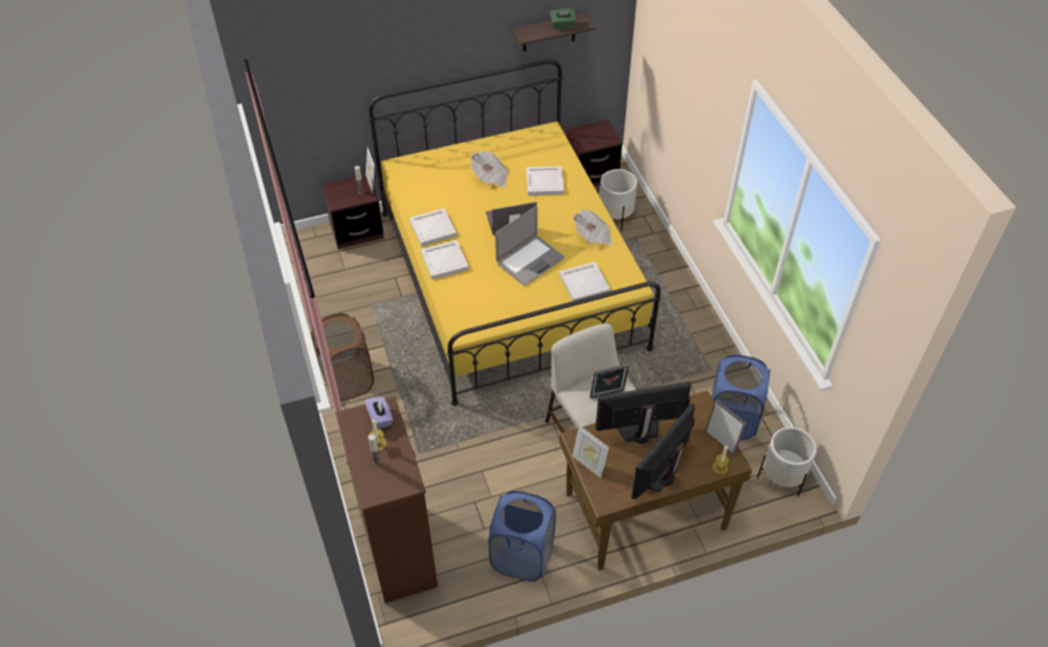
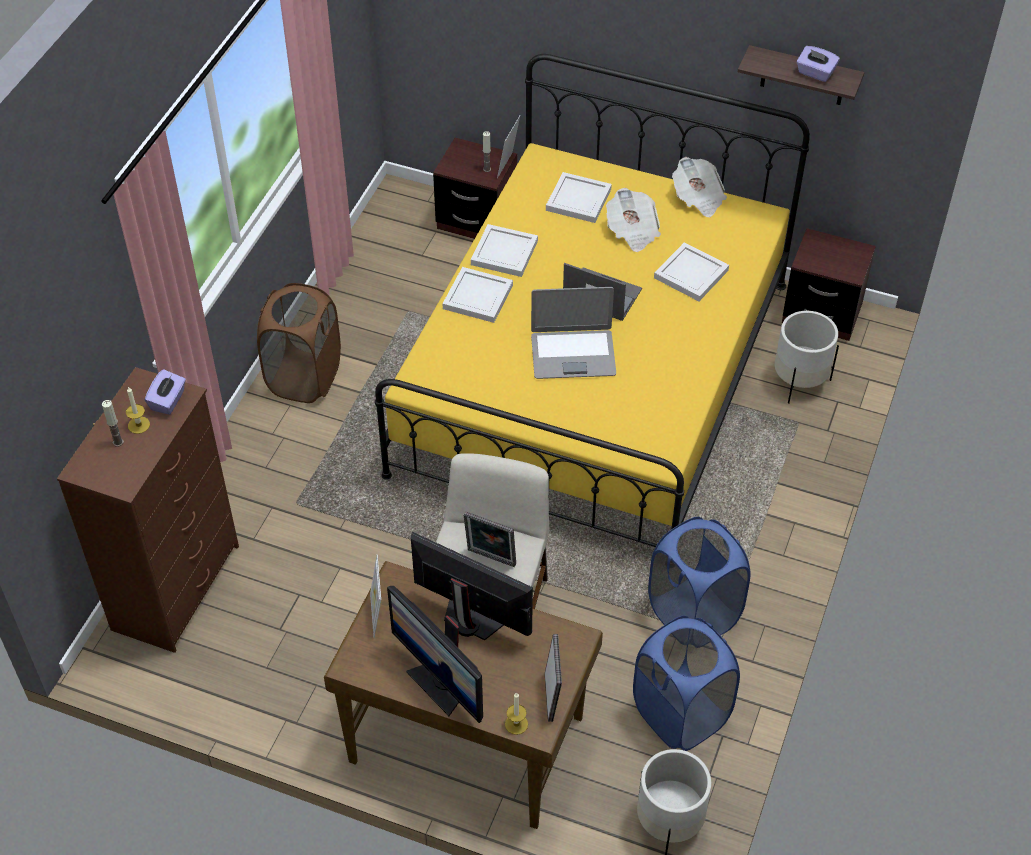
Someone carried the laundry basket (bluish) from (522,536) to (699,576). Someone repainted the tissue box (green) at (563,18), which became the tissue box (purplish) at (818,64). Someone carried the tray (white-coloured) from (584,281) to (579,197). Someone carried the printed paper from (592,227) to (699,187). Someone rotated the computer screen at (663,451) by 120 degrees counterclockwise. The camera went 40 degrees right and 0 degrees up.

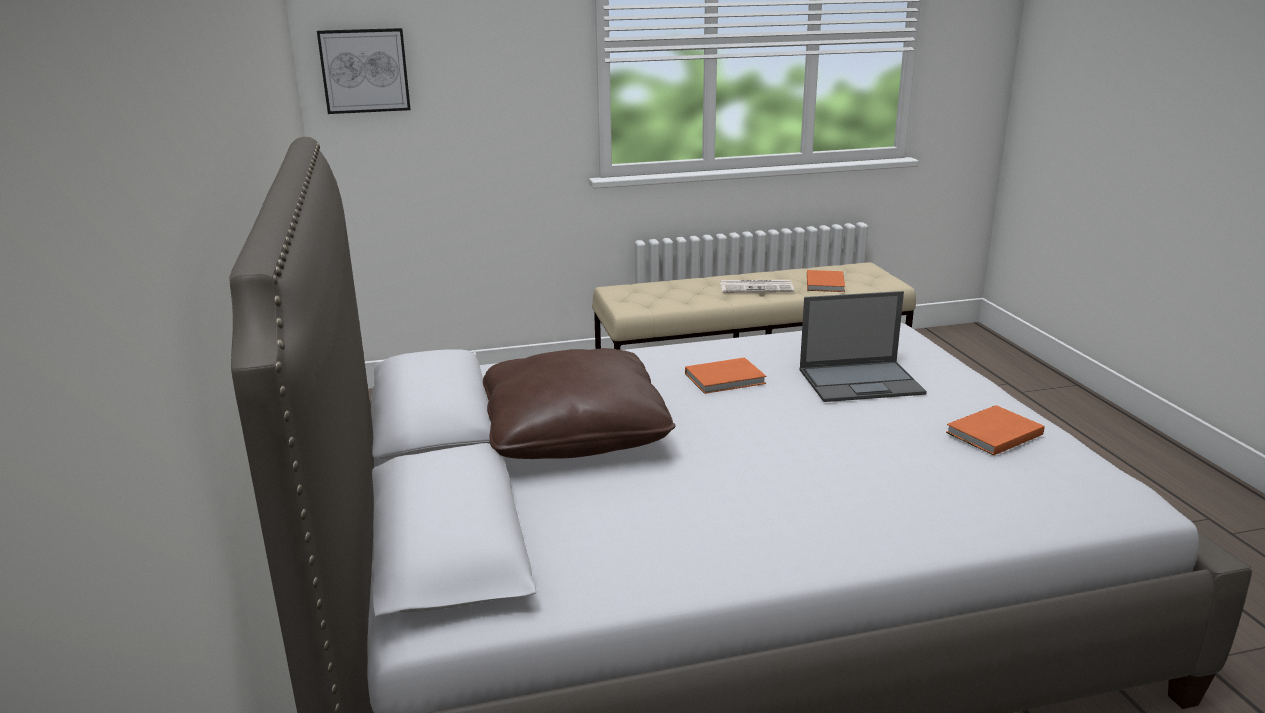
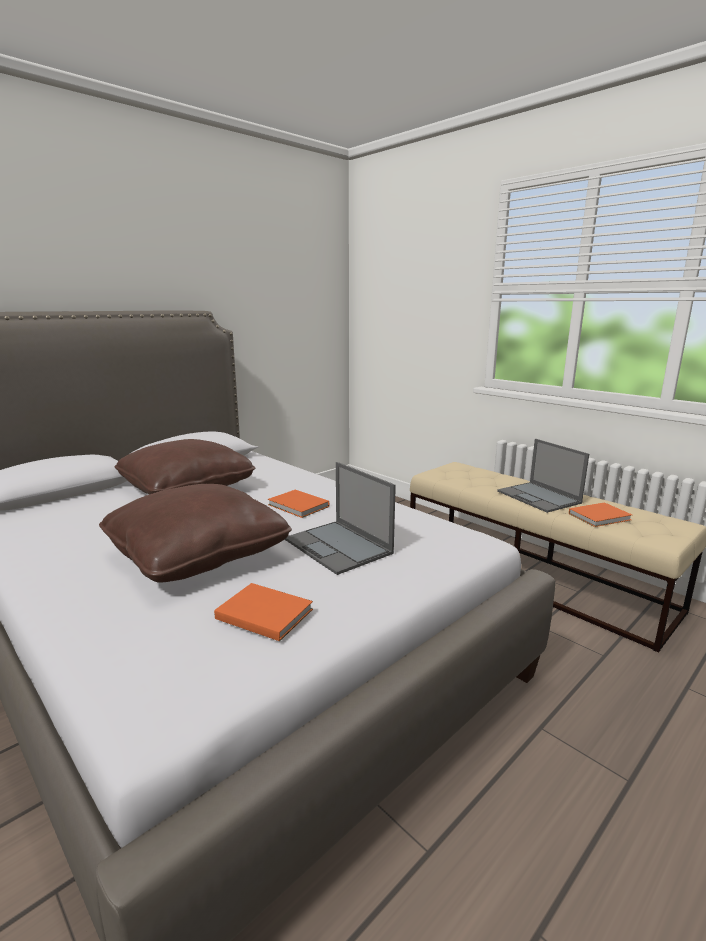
Someone took away the wall picture at (364,71). Someone swapped the printed paper at (757,286) for the laptop at (543,476). Someone put down the throw pillow (brownish) at (195,533). The camera went 60 degrees right and 5 degrees down.

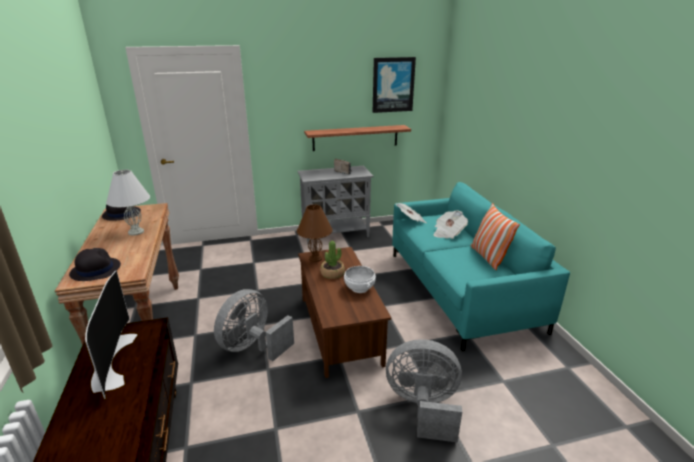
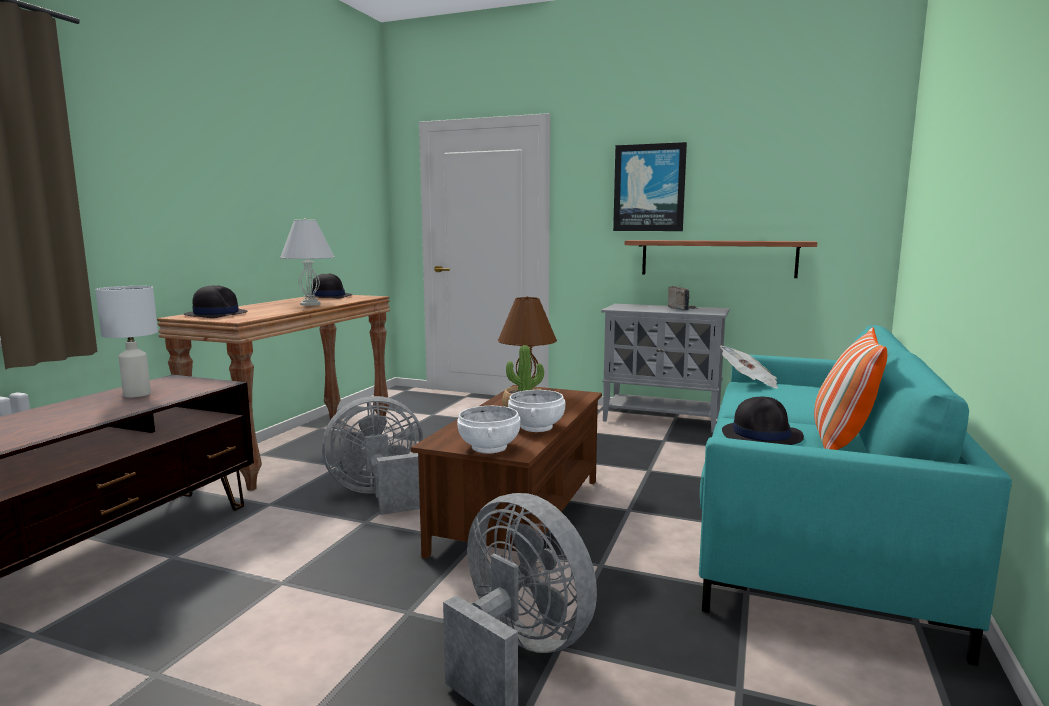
Someone swapped the TV at (111,334) for the lamp for a table (white-coloured) at (126,342). Someone carried the wall picture from (394,85) to (650,186). Someone took away the printed paper at (451,224). Someone put down the deep dish (white-coloured) at (489,430). Someone put down the clothing hat (black-coloured) at (763,421). The camera went 35 degrees right and 15 degrees down.

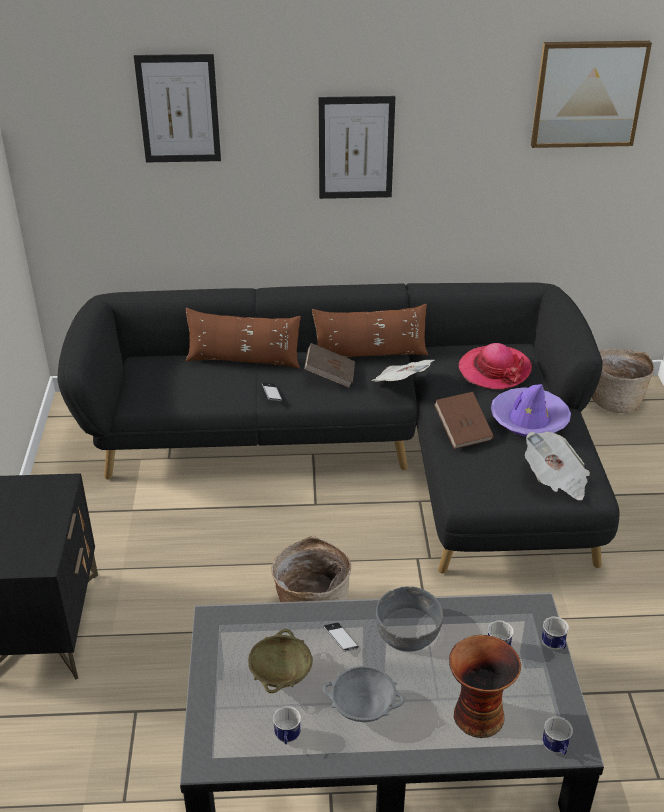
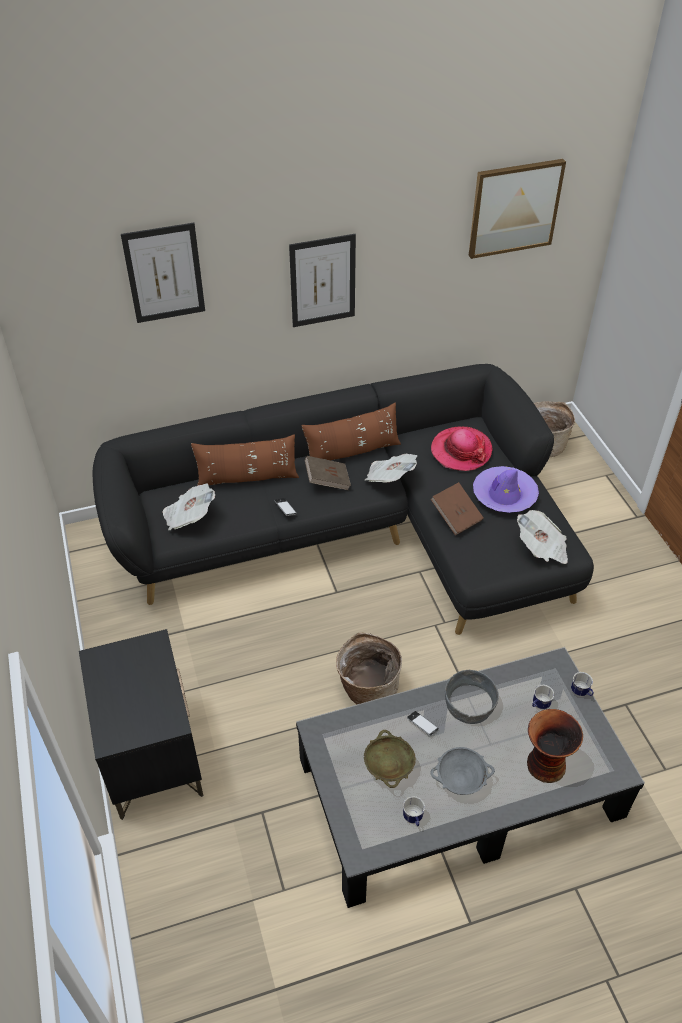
Someone took away the coffee mug at (557,735). Someone put down the printed paper at (188,506). The camera went 15 degrees left and 10 degrees up.

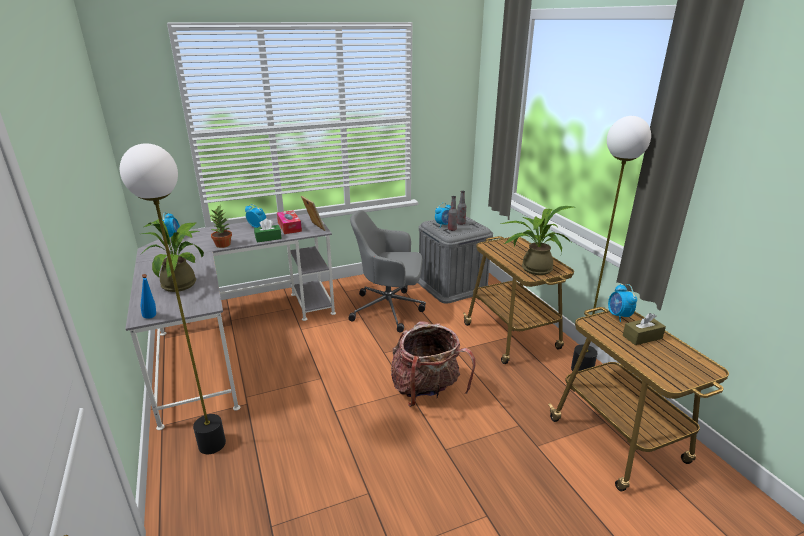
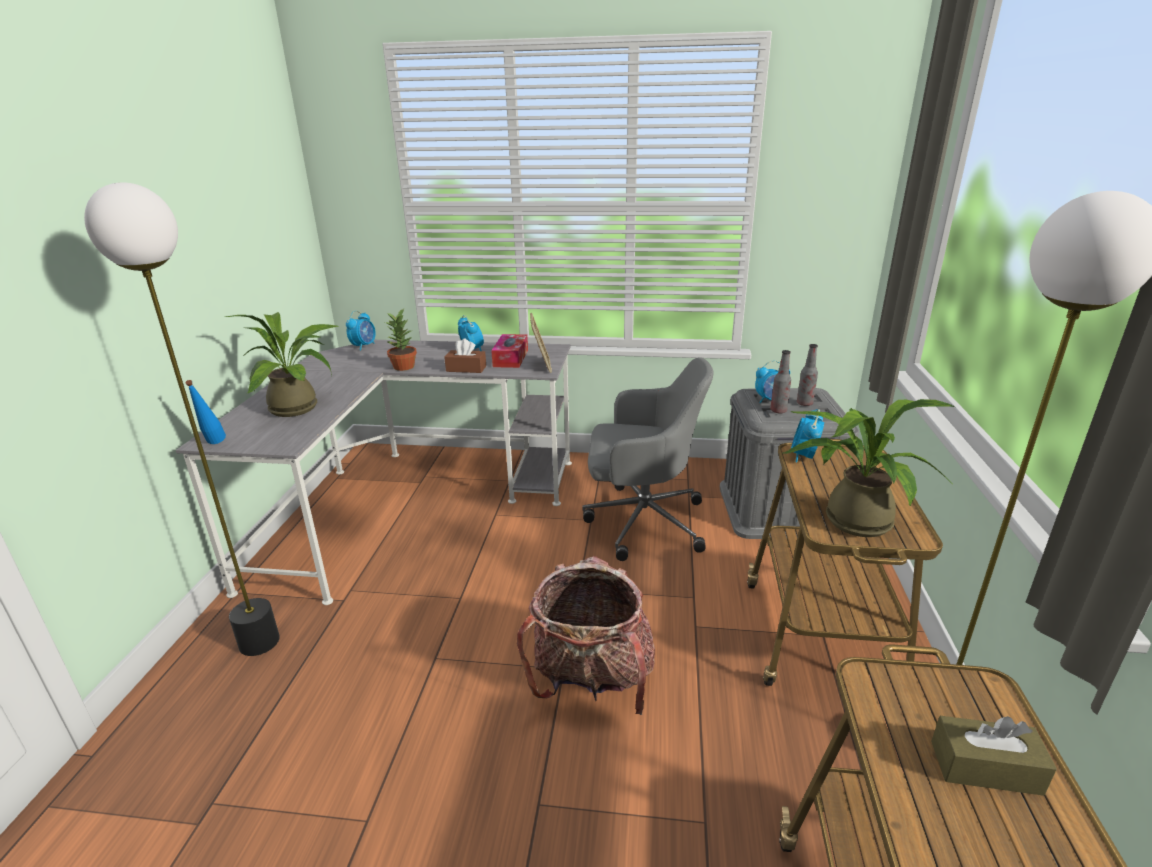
Someone repainted the tissue box (green) at (268,230), which became the tissue box (brownish) at (465,356). Someone rotated the desk chair (greyish) at (387,271) by 150 degrees clockwise. Someone carried the alarm clock from (622,303) to (807,435). The camera went 30 degrees right and 0 degrees up.

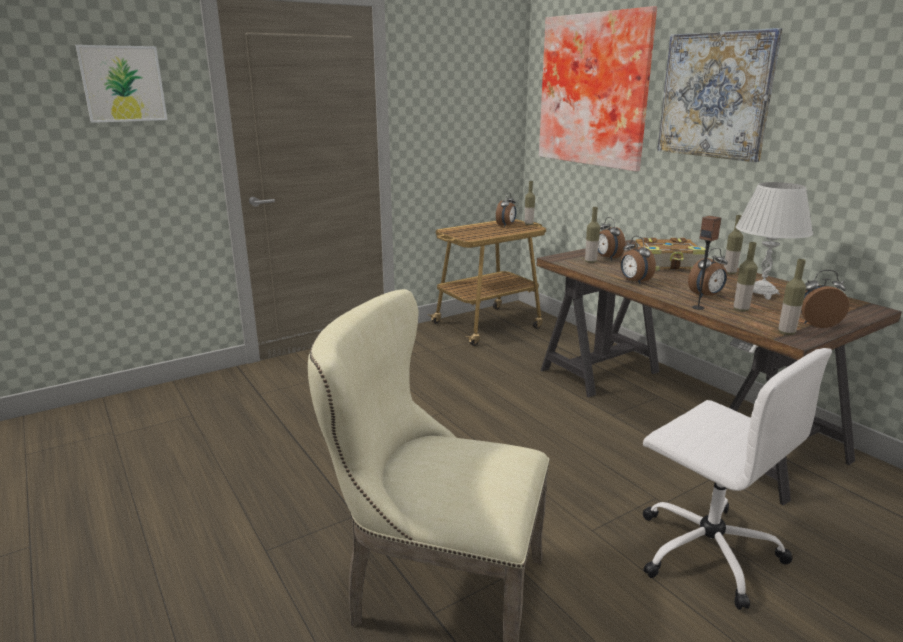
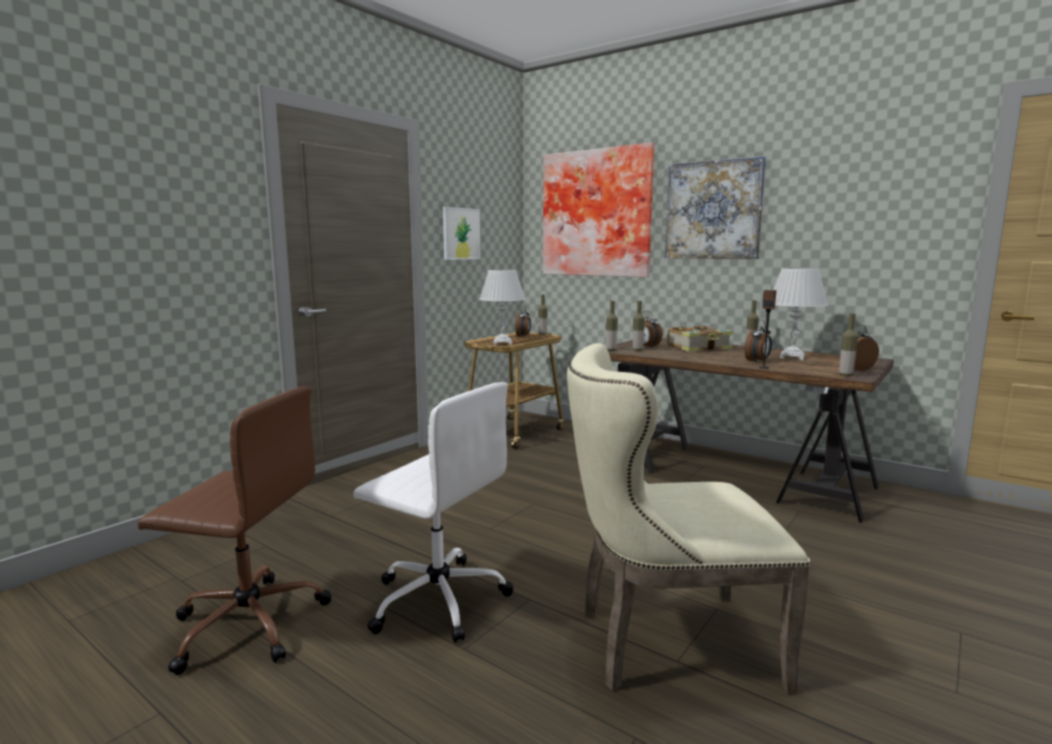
Someone carried the wall picture from (122,84) to (461,233). Someone took away the alarm clock at (638,260). Someone carried the desk chair (white-coloured) from (737,479) to (433,512). Someone carried the beverage bottle from (746,277) to (612,326). Someone put down the desk chair (brownish) at (235,530). Someone put down the lamp for a table (white-coloured) at (502,307). The camera went 20 degrees left and 10 degrees down.

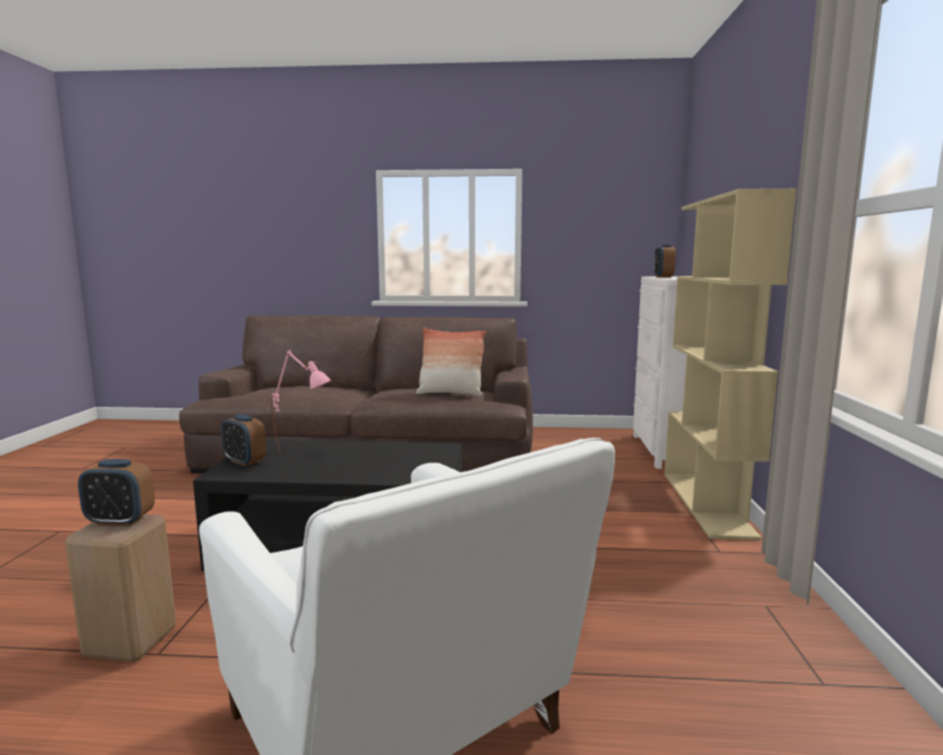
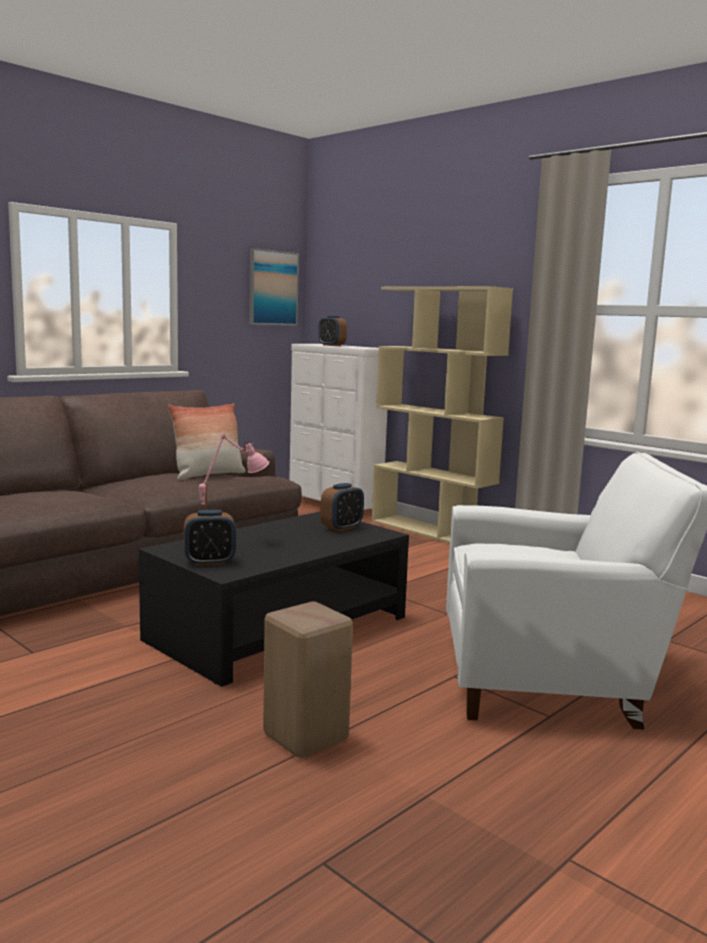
Someone carried the alarm clock from (116,492) to (342,507). Someone put up the wall picture at (274,287). The camera went 50 degrees left and 0 degrees up.

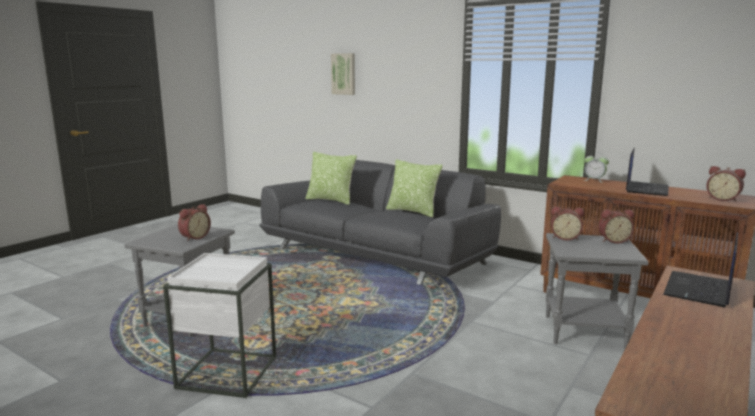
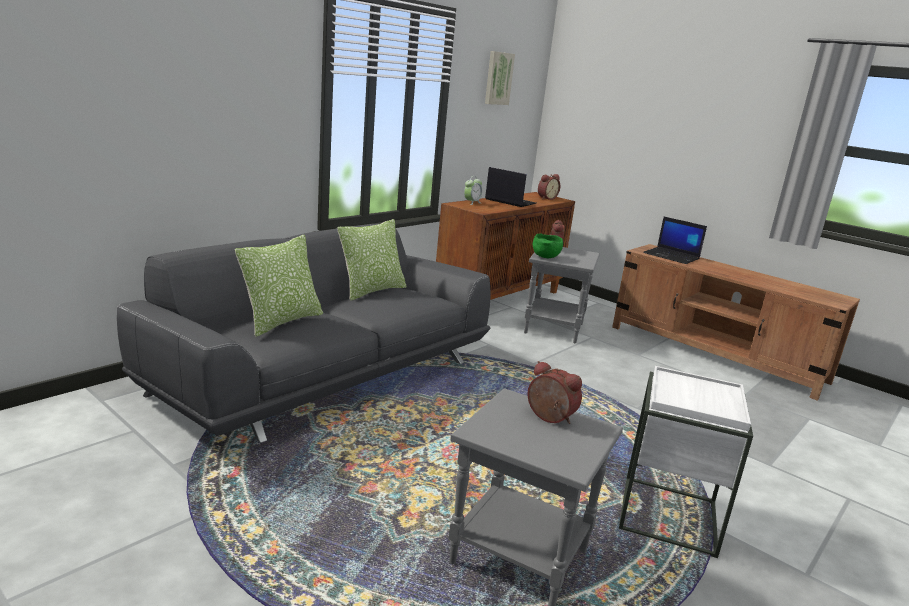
Someone carried the wall picture from (343,74) to (500,78). Someone swapped the alarm clock at (567,223) for the deep dish (green) at (548,245). The camera went 85 degrees left and 5 degrees up.

